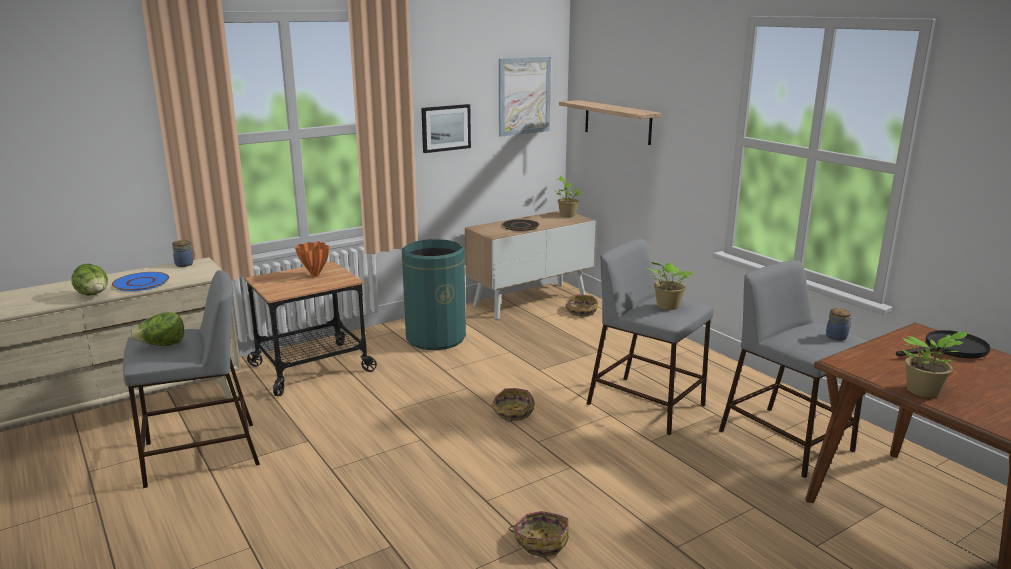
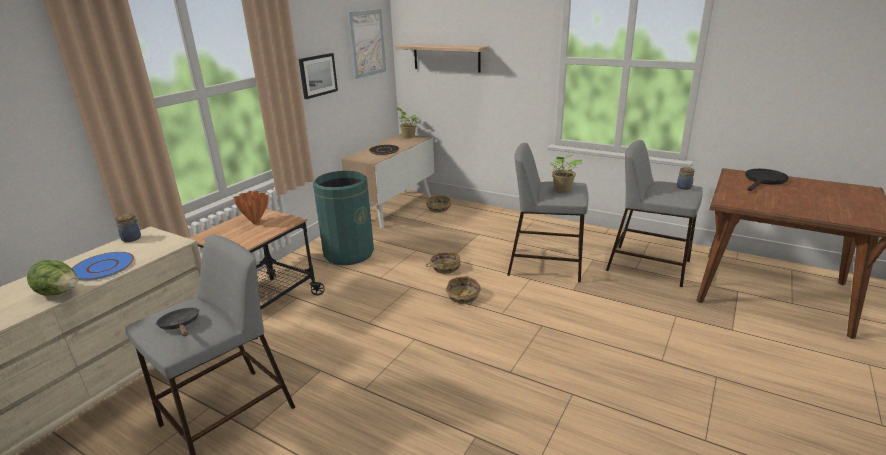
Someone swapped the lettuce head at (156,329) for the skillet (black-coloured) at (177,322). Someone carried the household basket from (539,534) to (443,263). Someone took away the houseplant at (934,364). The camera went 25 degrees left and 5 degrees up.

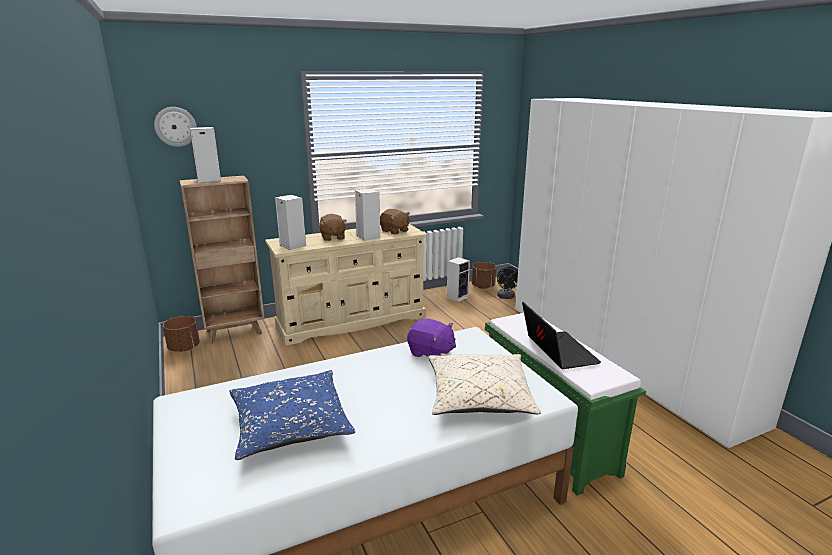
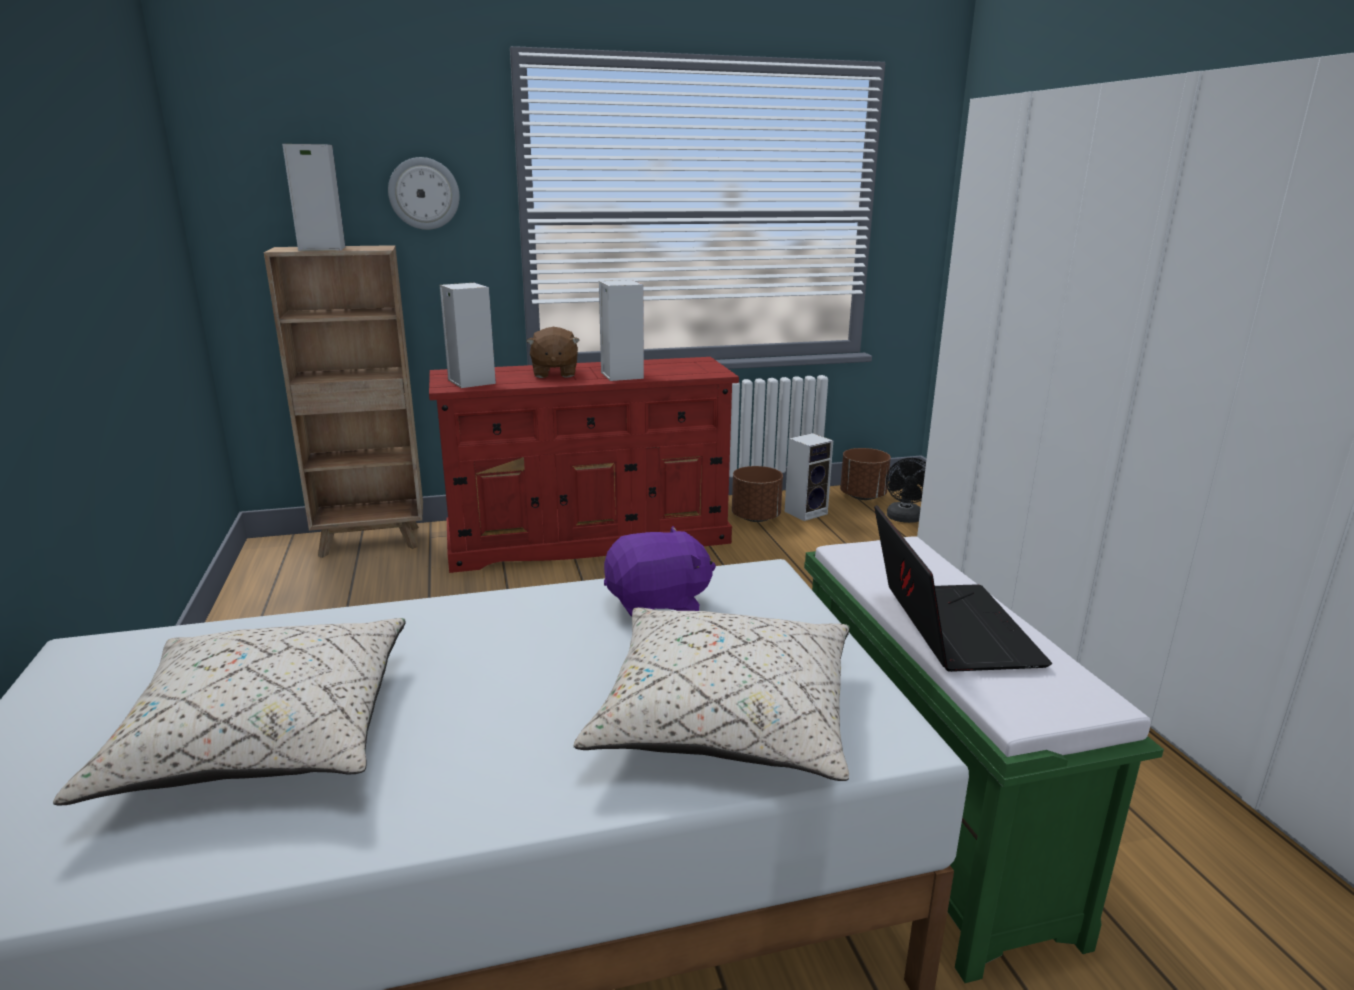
Someone carried the hanging clock from (175,127) to (424,193). Someone carried the flower pot (brownish) from (181,334) to (757,494). Someone repainted the throw pillow (bluish) at (292,415), which became the throw pillow (beige-coloured) at (229,712). Someone repainted the chest of drawers (beige-coloured) at (346,285), which became the chest of drawers (red) at (584,465). Someone took away the cuddly toy (brownish) at (395,222). Someone rotated the cuddly toy (purplish) at (431,338) by 60 degrees counterclockwise. The camera went 10 degrees right and 0 degrees up.

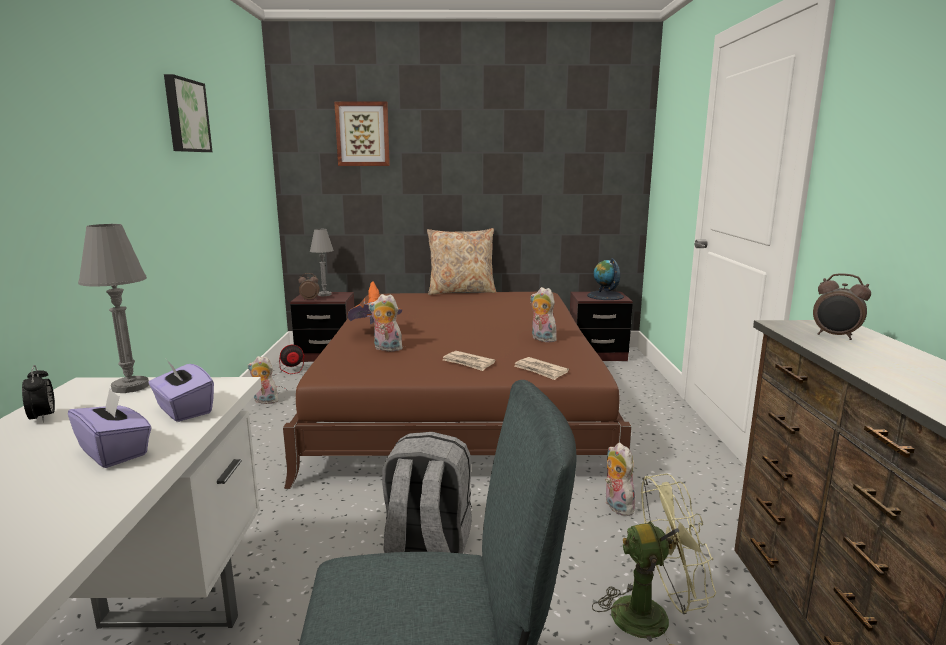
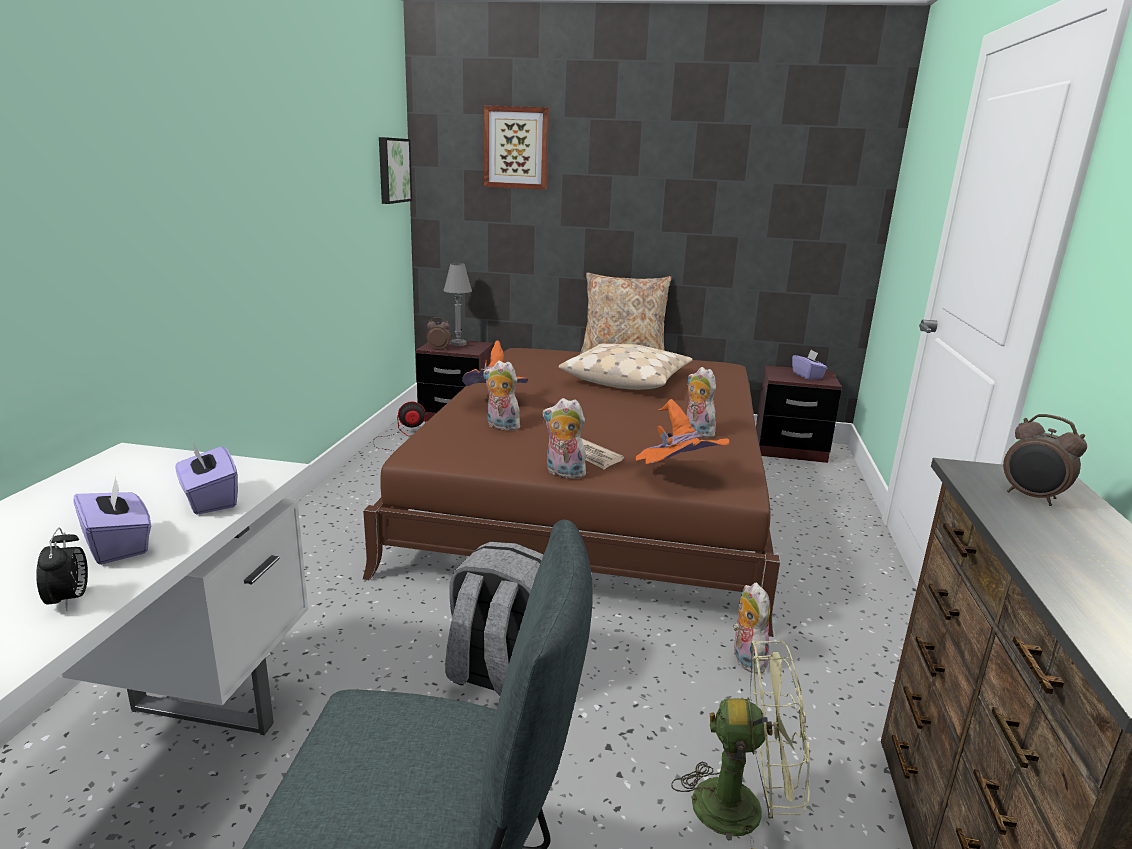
Someone carried the alarm clock from (38,394) to (62,569). Someone took away the lamp for a table (greyish) at (113,308). Someone carried the wall picture from (188,113) to (395,170). Someone carried the cuddly toy from (263,380) to (564,438). Someone swapped the printed paper at (541,368) for the clothing hat (orangey) at (683,431). Someone swapped the desk globe at (605,279) for the tissue box (purplish) at (809,365). Someone put down the throw pillow (beige-coloured) at (625,367). The camera went 10 degrees right and 5 degrees up.

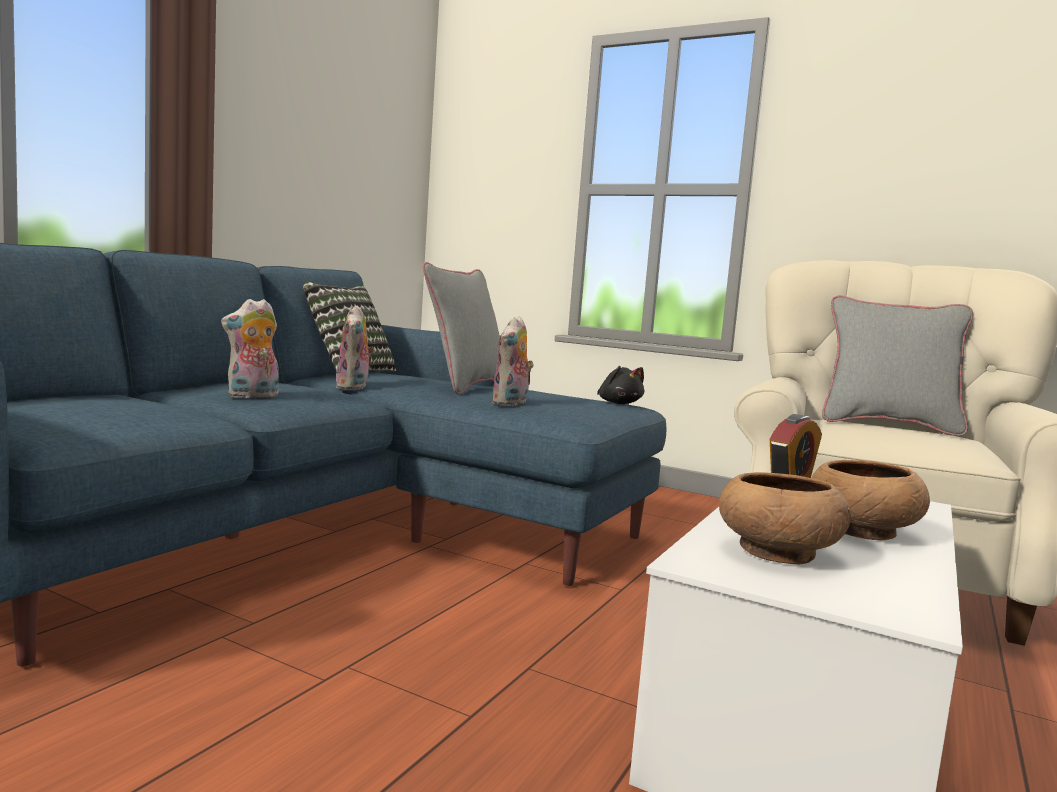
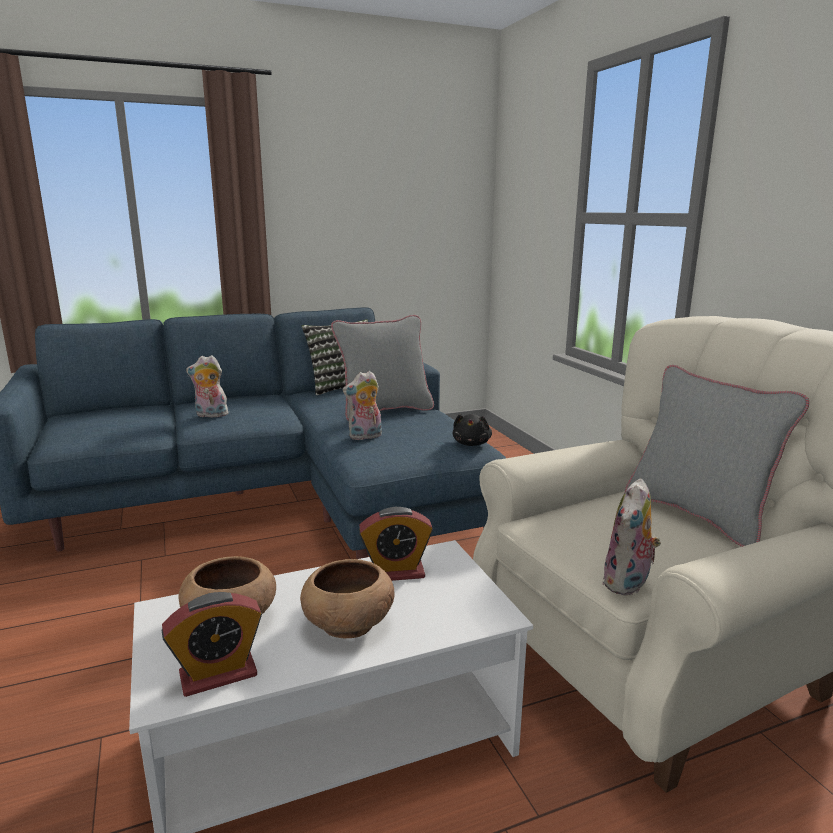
Someone carried the cuddly toy from (355,348) to (631,537). Someone put down the alarm clock at (211,644). The camera went 40 degrees right and 10 degrees up.

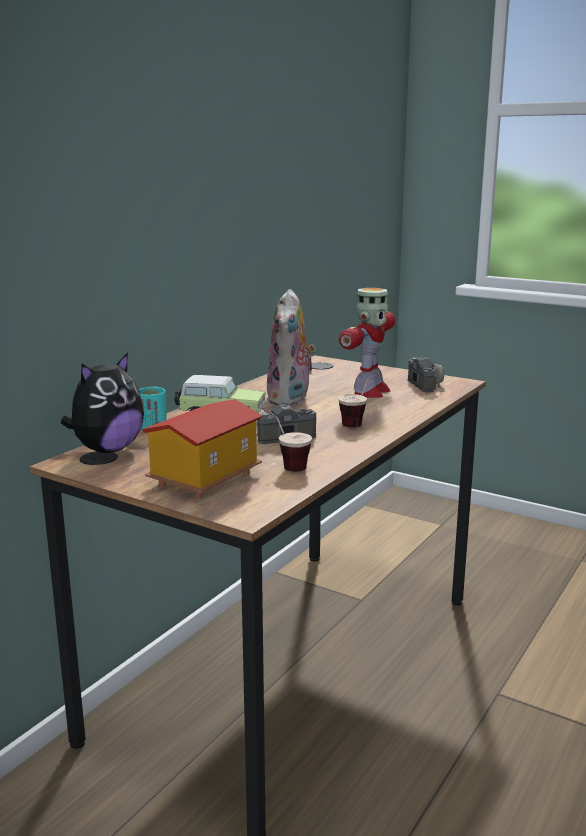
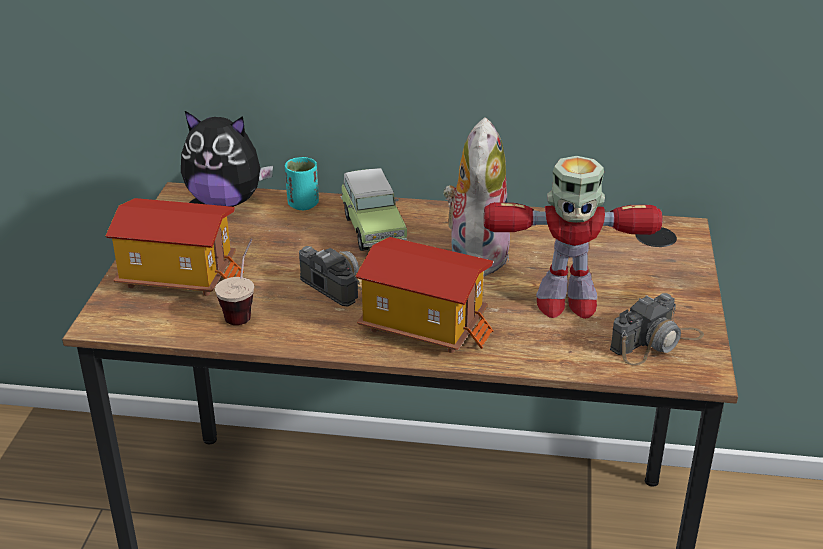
Someone rotated the cuddly toy at (291,347) by 120 degrees clockwise. Someone swapped the drinking cup at (359,400) for the model house at (424,295). The camera went 65 degrees right and 15 degrees up.

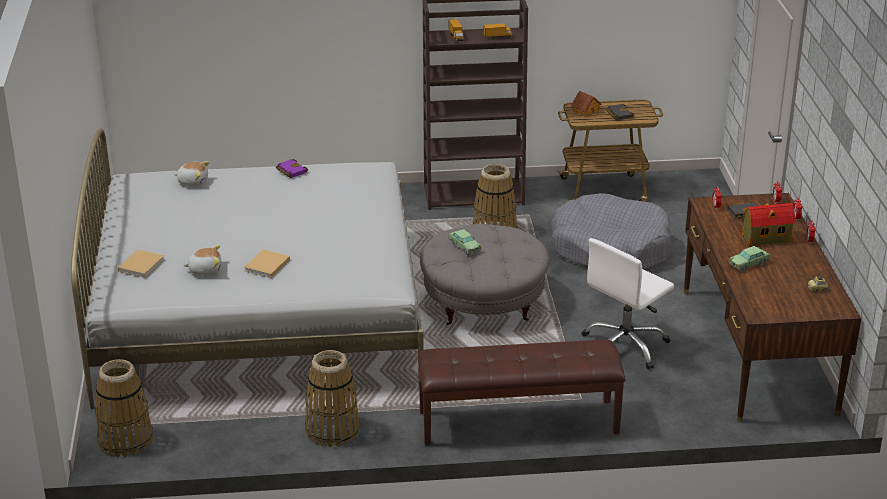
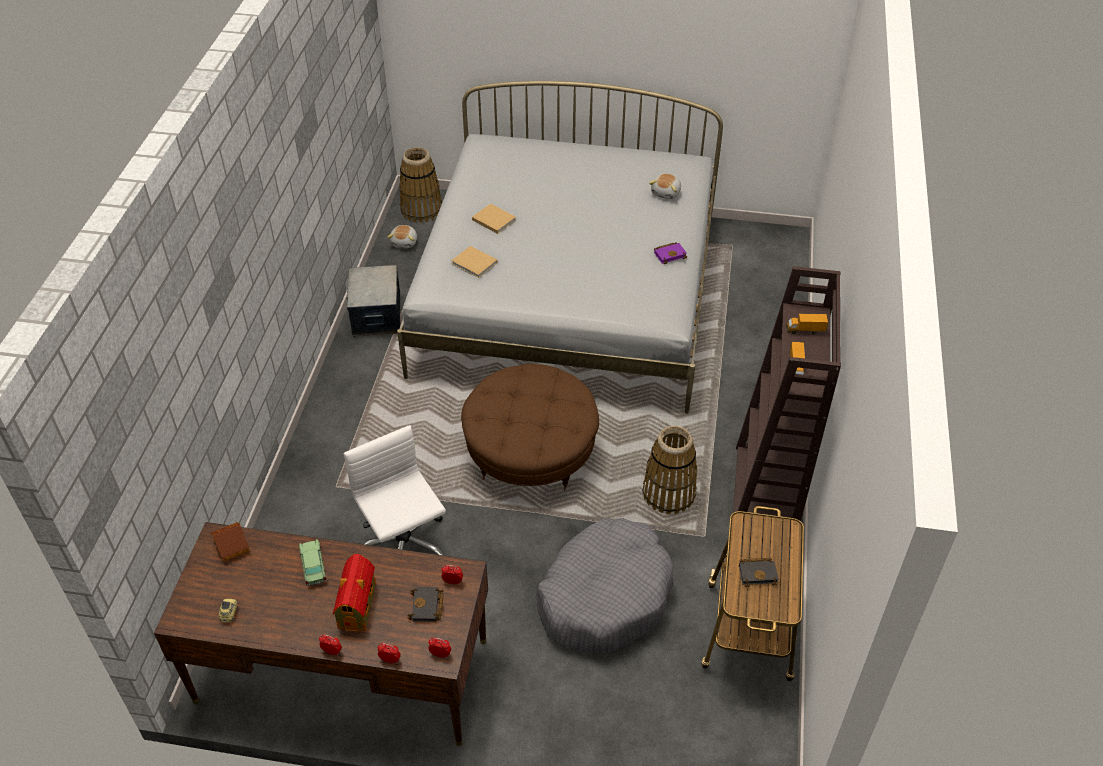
Someone carried the bound book (beige-coloured) from (141,263) to (474,262). Someone carried the cuddly toy from (202,260) to (402,236). Someone swapped the household basket at (332,398) for the storage bin at (373,301). Someone took away the long seat (brownish) at (521,393). Someone repainted the ottoman (greyish) at (484,274), which became the ottoman (brownish) at (530,427). Someone took away the model car at (464,242). Someone carried the model house from (586,104) to (230,542). The camera went 105 degrees right and 15 degrees up.

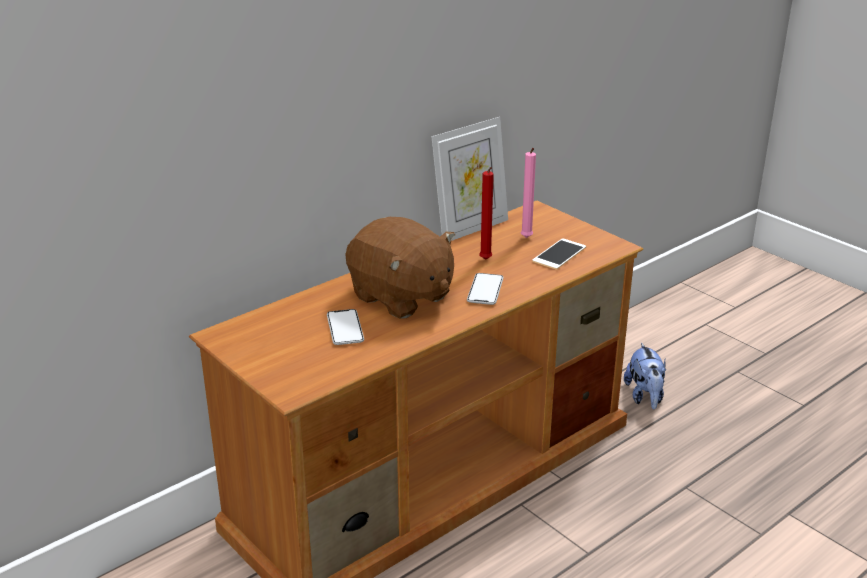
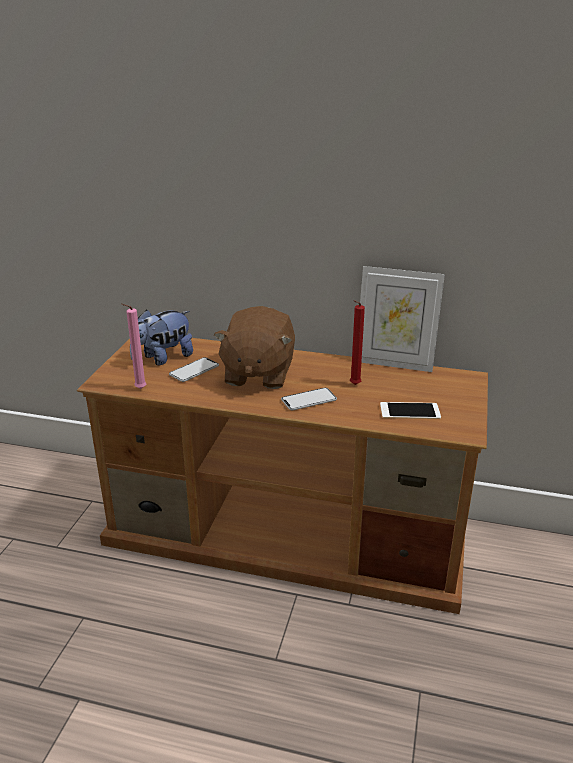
Someone carried the wax candle (pink) from (528,193) to (133,346). Someone carried the cuddly toy from (645,375) to (161,337). The camera went 55 degrees right and 0 degrees up.

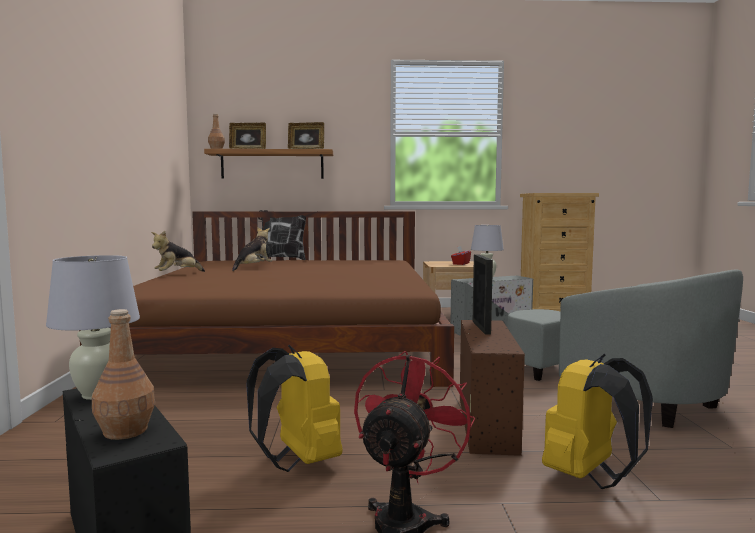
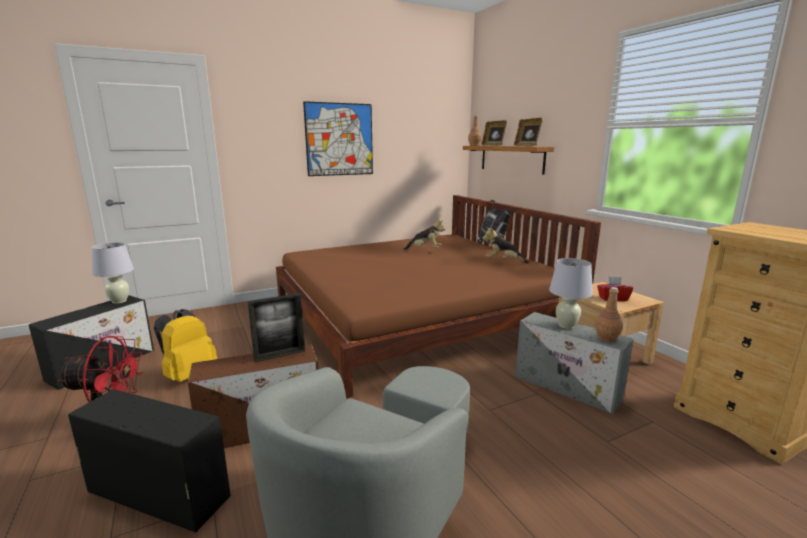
Someone carried the beverage bottle (brownish) from (123,374) to (609,314). Someone carried the cuddly toy from (178,251) to (505,245). Someone swapped the knapsack (yellow-coloured) at (597,421) for the storage bin (black-coloured) at (149,461). Someone put up the wall picture at (338,138). The camera went 65 degrees right and 10 degrees up.

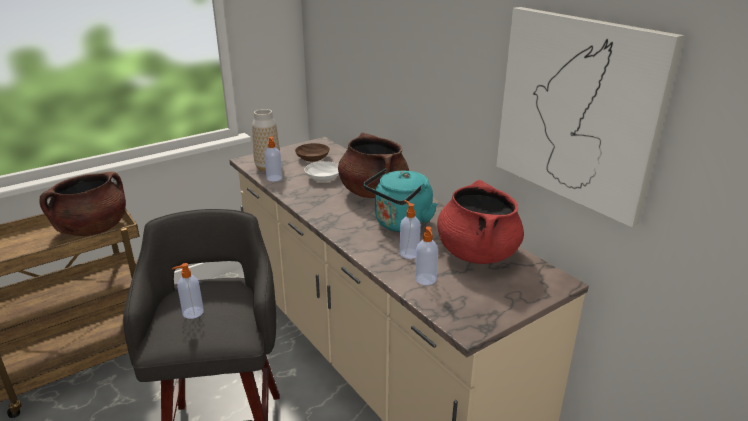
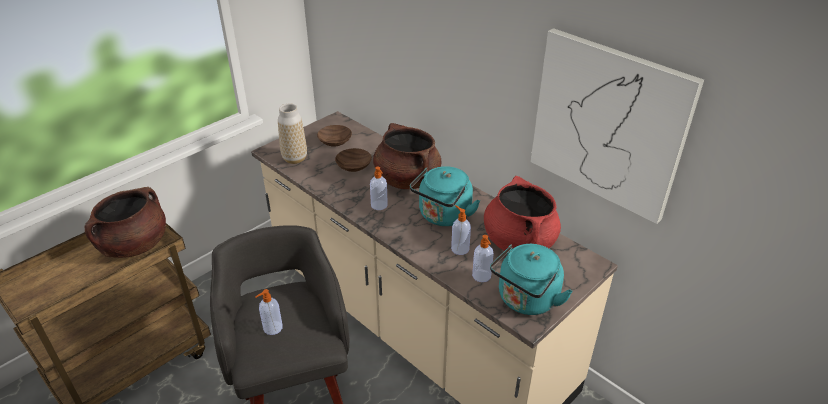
Someone carried the soap dispenser from (273,159) to (379,188). Someone repainted the deep dish (white-coloured) at (321,171), which became the deep dish (brownish) at (353,160). Someone put down the kettle (blue-green) at (531,279). The camera went 10 degrees left and 10 degrees up.

